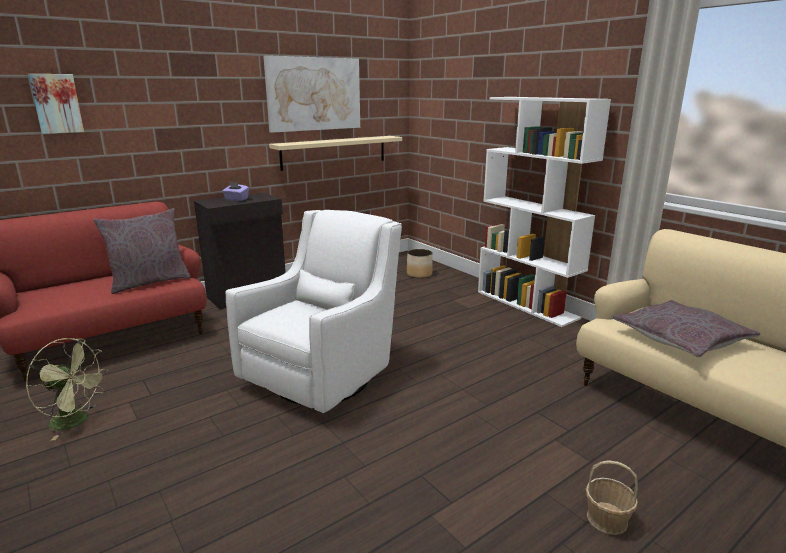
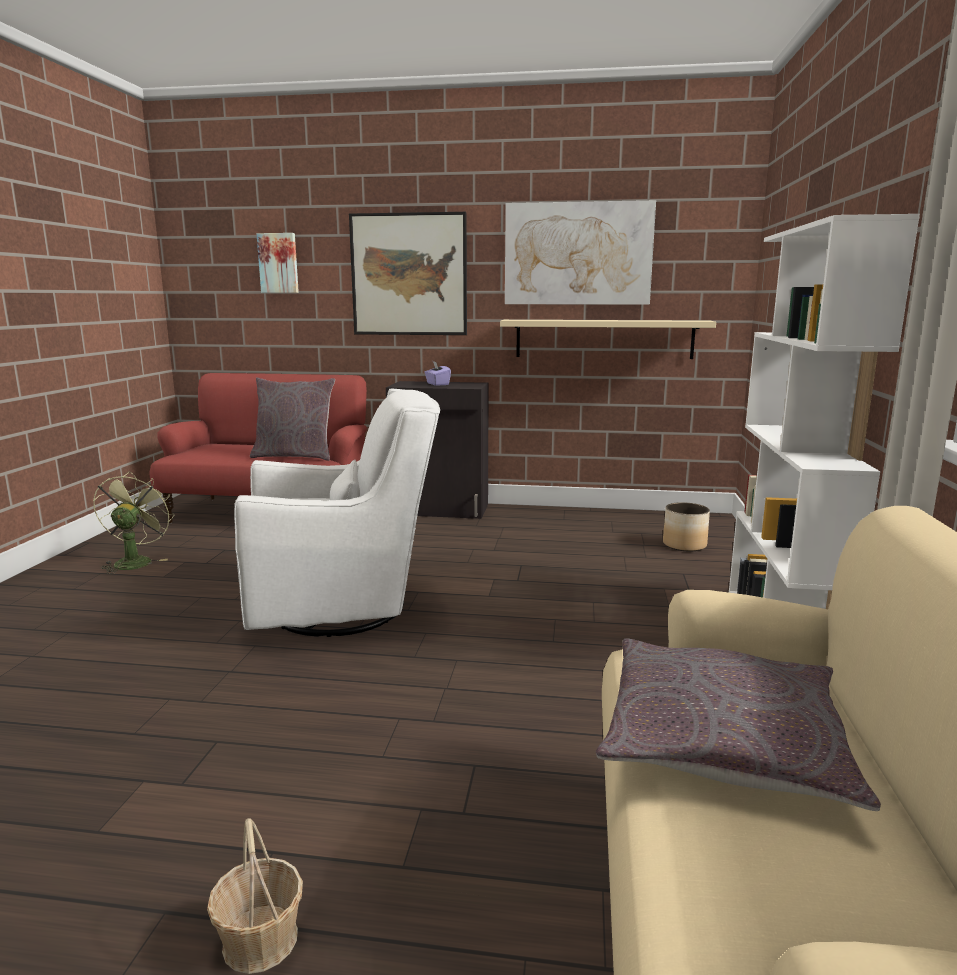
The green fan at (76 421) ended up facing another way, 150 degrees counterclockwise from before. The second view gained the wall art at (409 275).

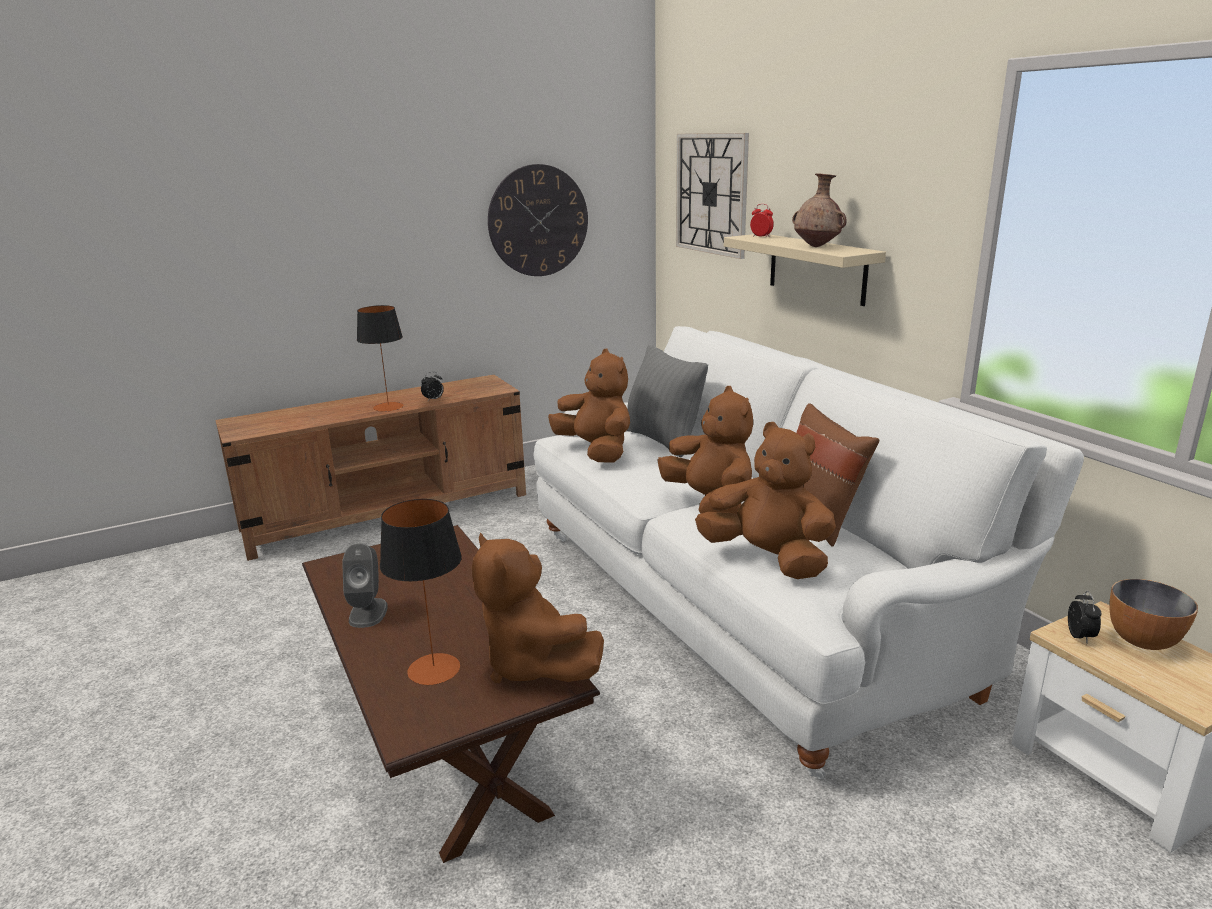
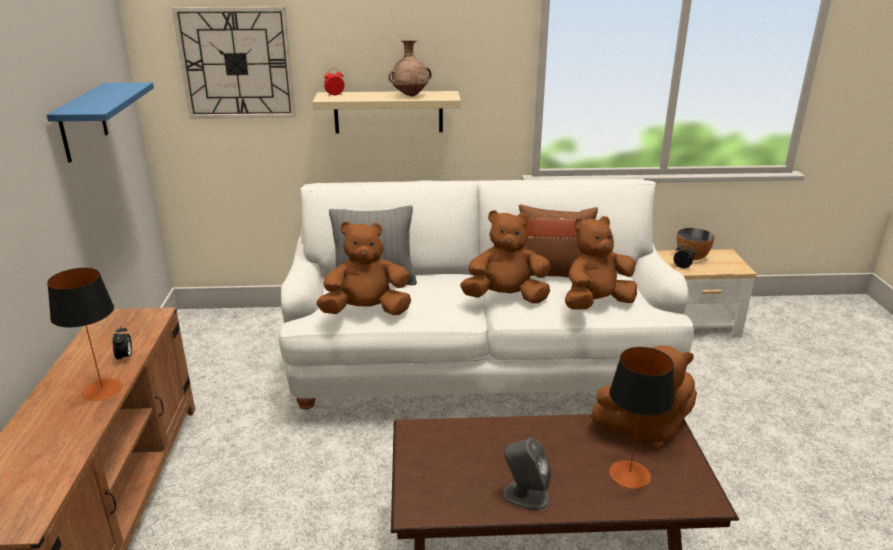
Where the wall clock hung at (538 221), the bluish shelf came to hang at (83 122).

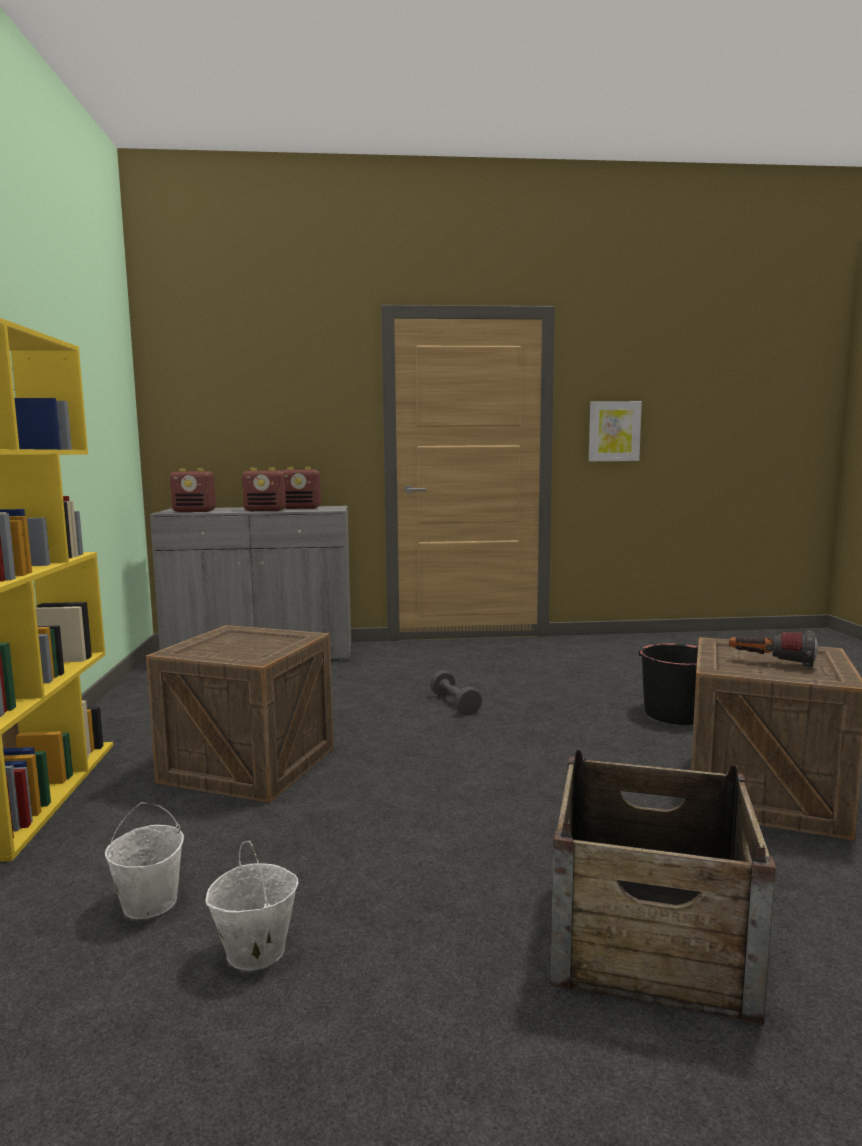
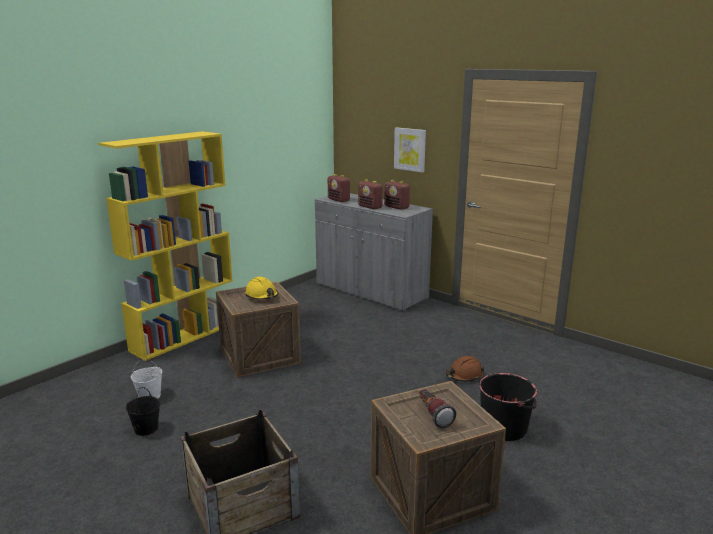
What was the whitish water bucket at (255 951) turned into the black-coloured water bucket at (145 429). The second view gained the yellow safety helmet at (262 296). The wall art ended up elsewhere, having gone from (614 431) to (410 149). The second view gained the brownish safety helmet at (464 375). The second view lost the grey free weight at (455 704).

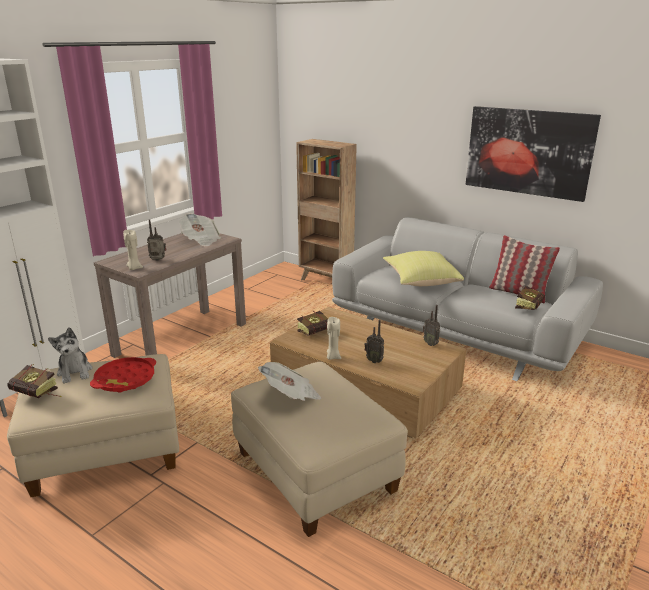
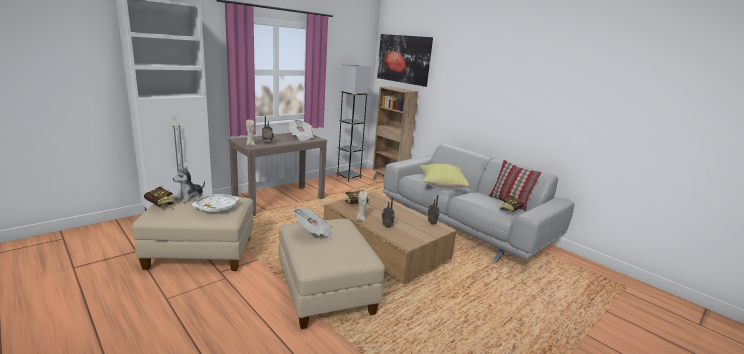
The cuddly toy at (75 372) ended up facing another way, 45 degrees clockwise from before. What was the red-coloured tray at (125 379) turned into the whitish tray at (216 206). The second view gained the grey floor lamp at (349 177). The wall art ended up elsewhere, having gone from (528 152) to (403 59).

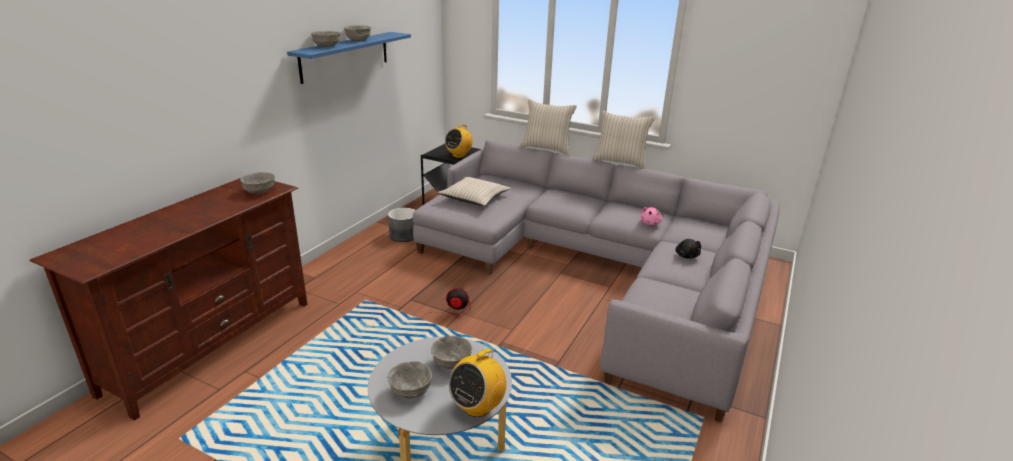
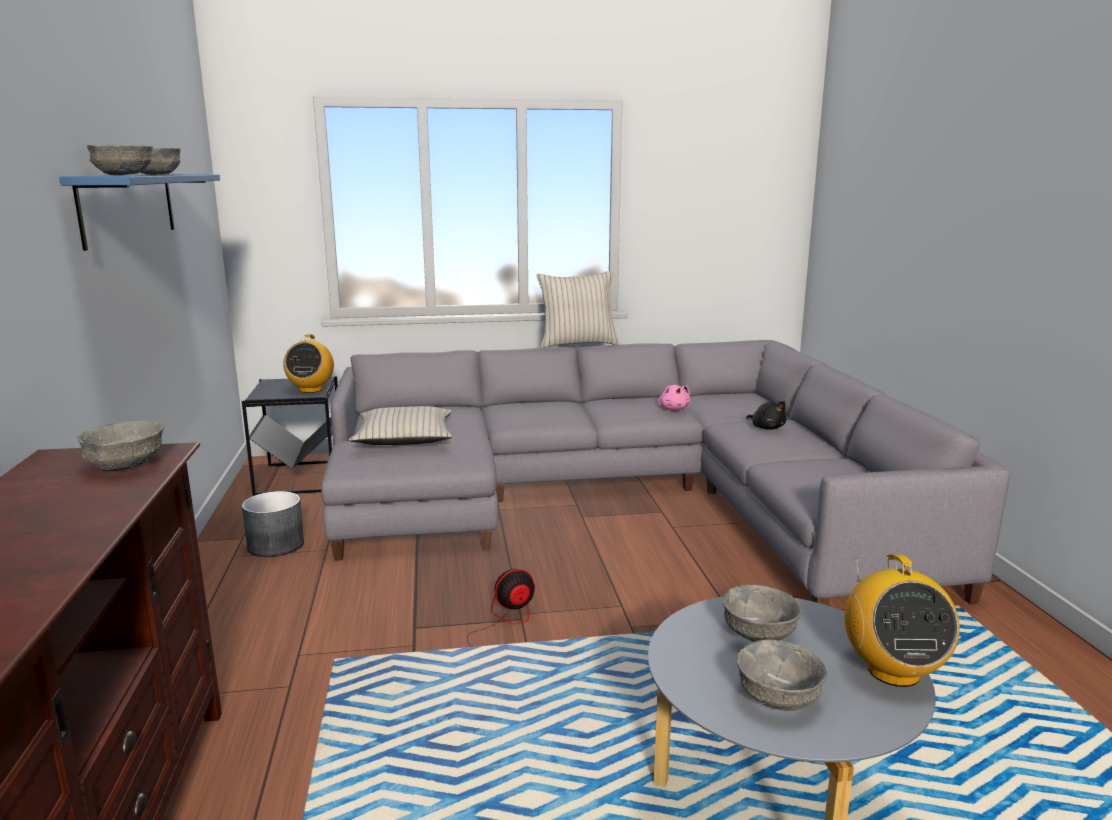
The second view lost the beige-coloured cushion at (546 148).

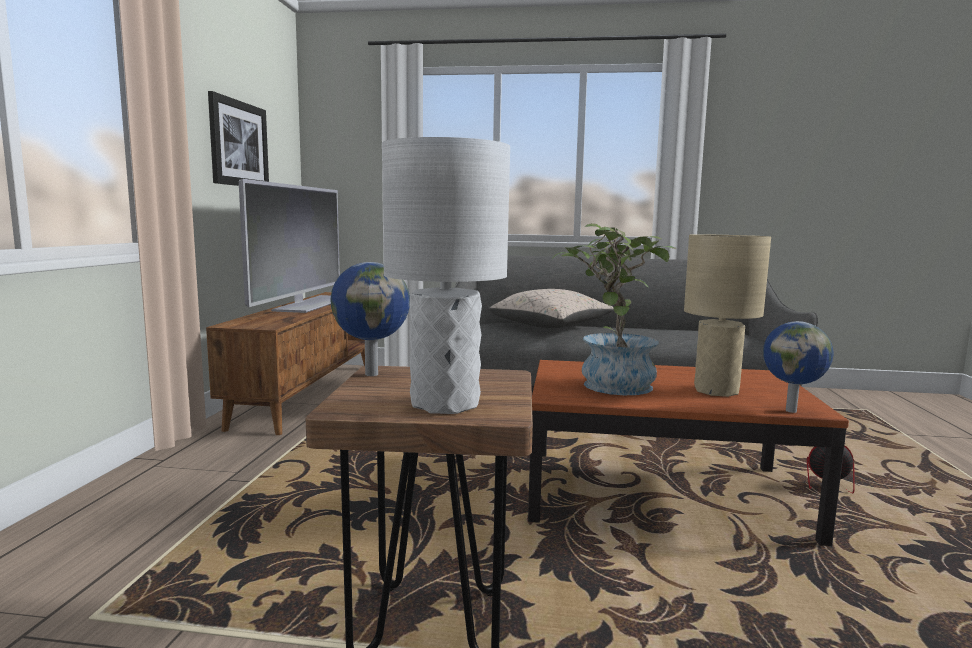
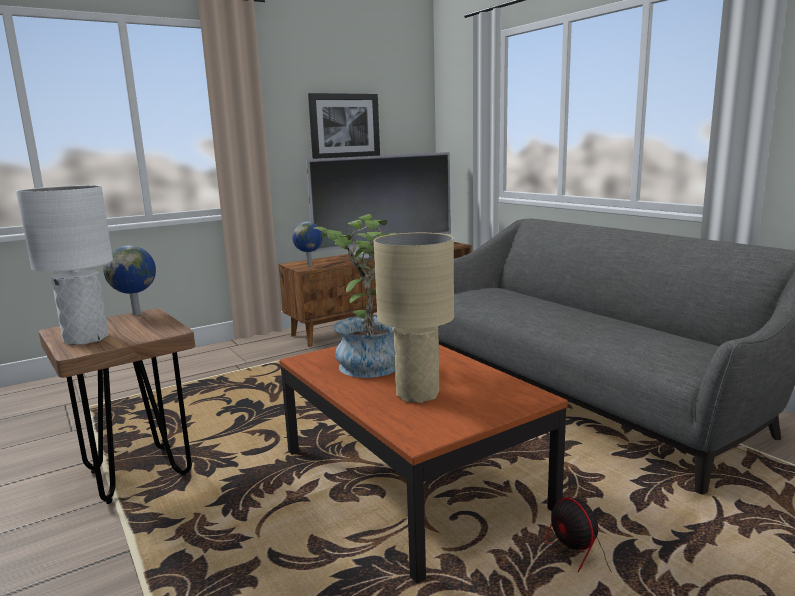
The world globe ended up elsewhere, having gone from (791 410) to (310 265). The second view lost the beige-coloured cushion at (551 327).

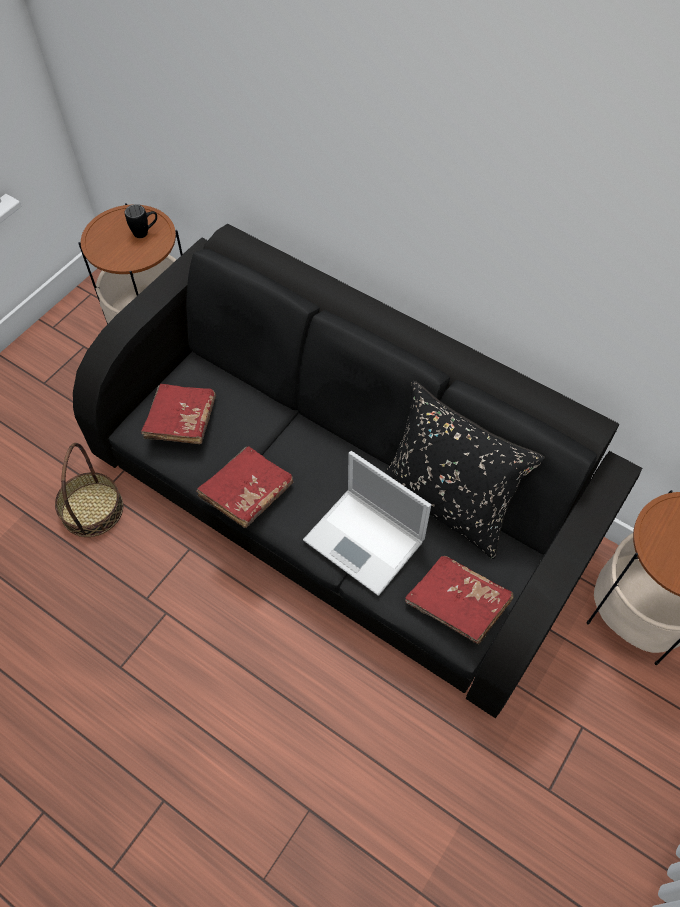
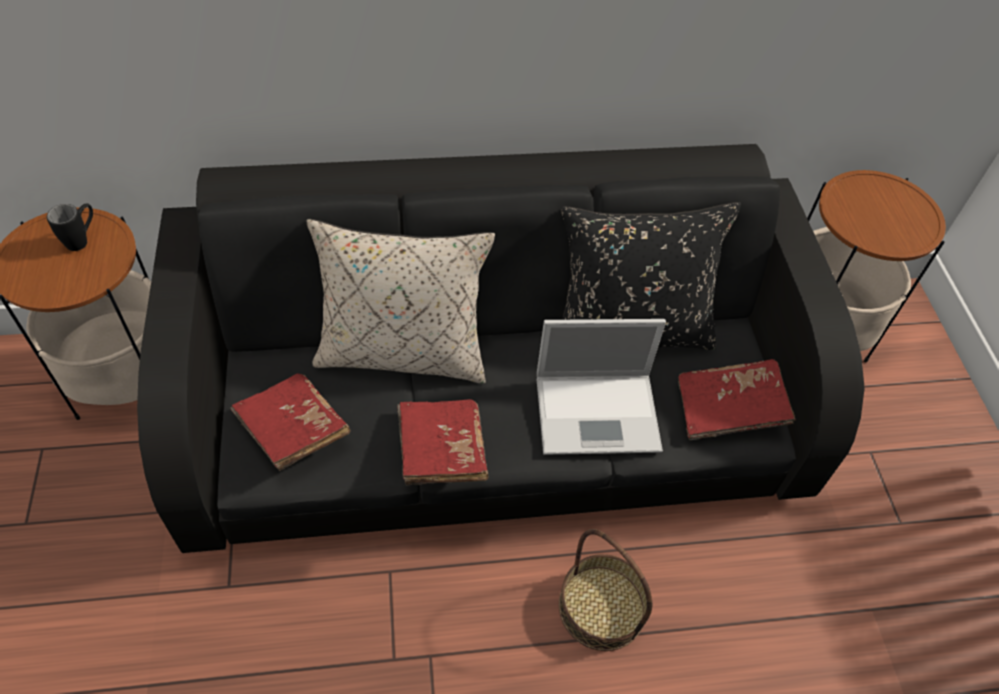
The second view gained the beige-coloured cushion at (403 352). The basket ended up elsewhere, having gone from (92 509) to (602 607).

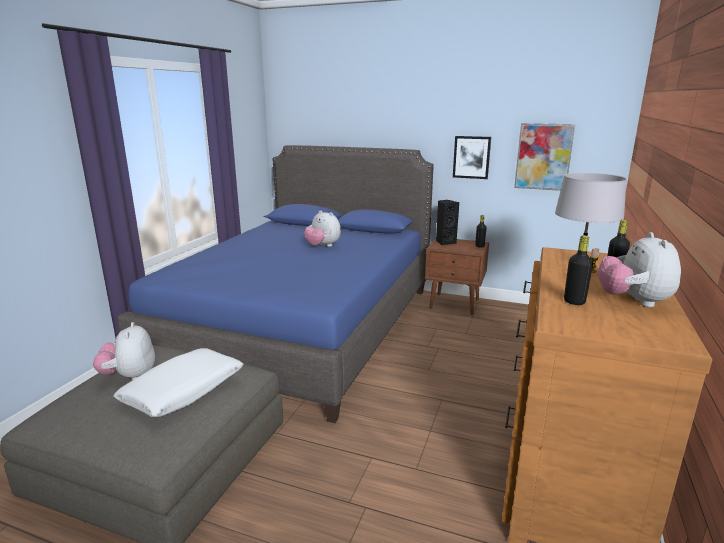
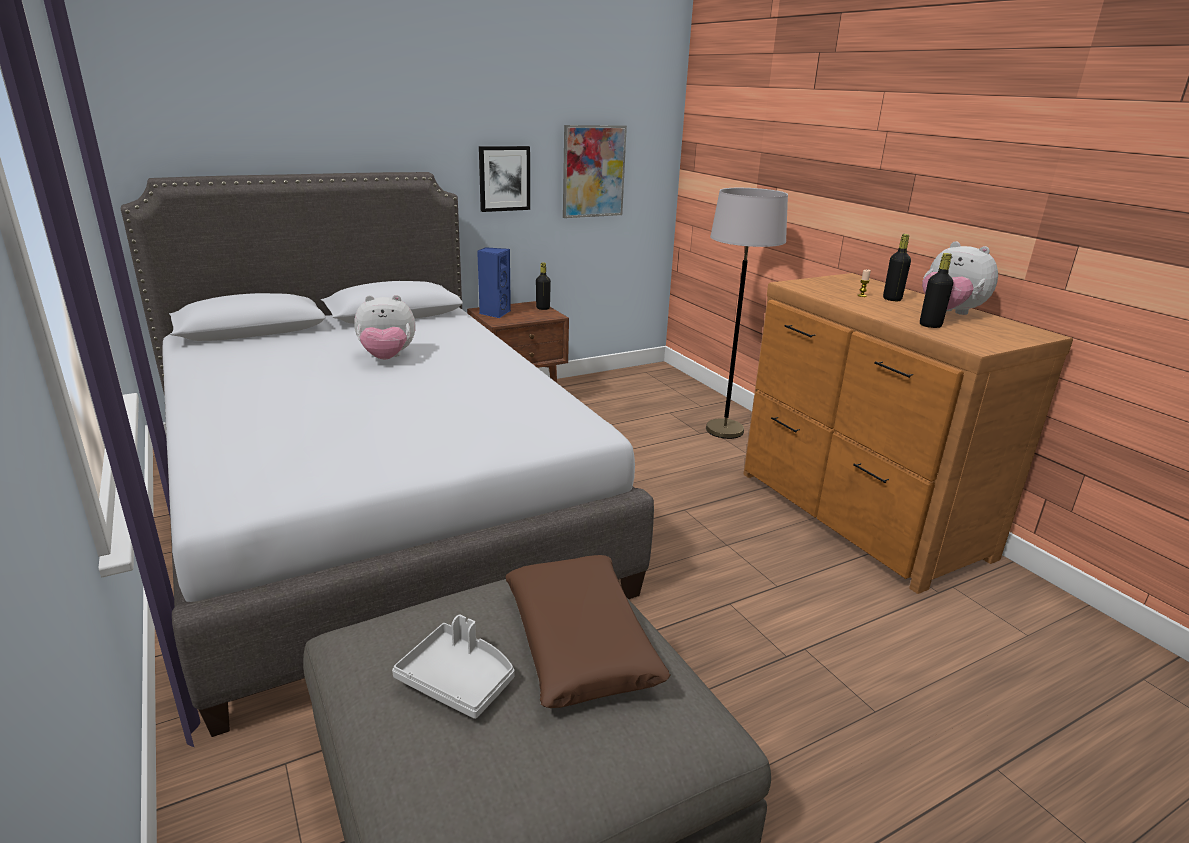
What was the bluish bed at (302 326) turned into the grey bed at (375 508). Where the cuddly toy stood at (130 376), the grey tray came to stand at (458 680). What was the black-coloured audio speaker at (445 242) turned into the bluish audio speaker at (494 313). What was the whitish cushion at (183 391) turned into the brownish cushion at (580 641).

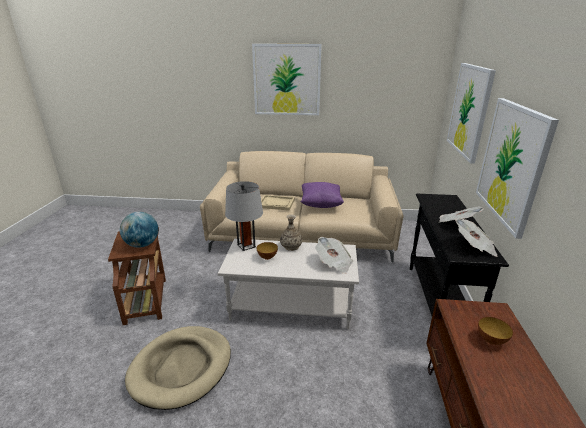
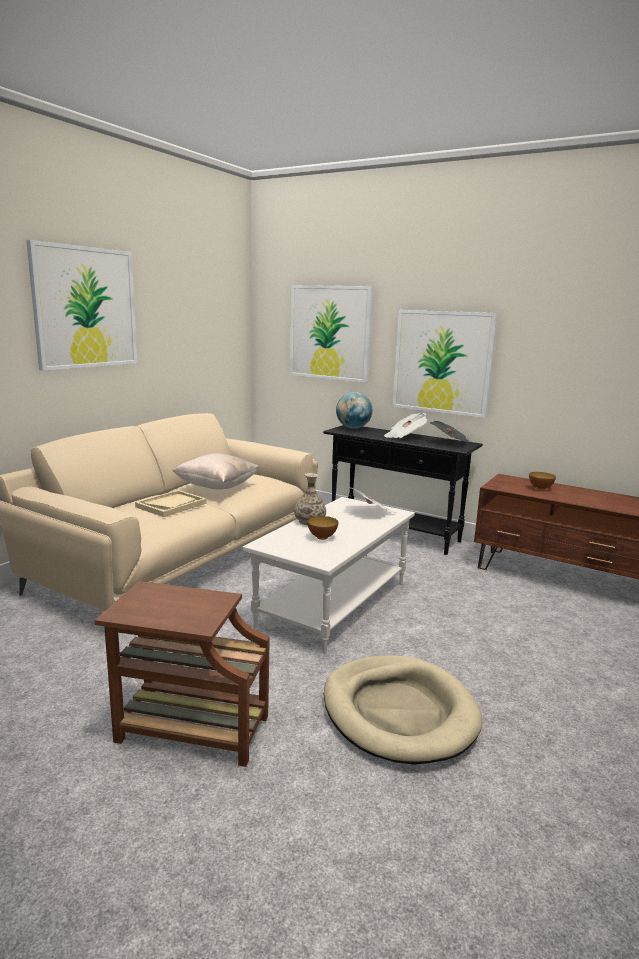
What was the purple-coloured cushion at (321 204) turned into the beige-coloured cushion at (217 487). The world globe ended up elsewhere, having gone from (142 245) to (353 428). The second view lost the grey tabletop lamp at (246 246).

